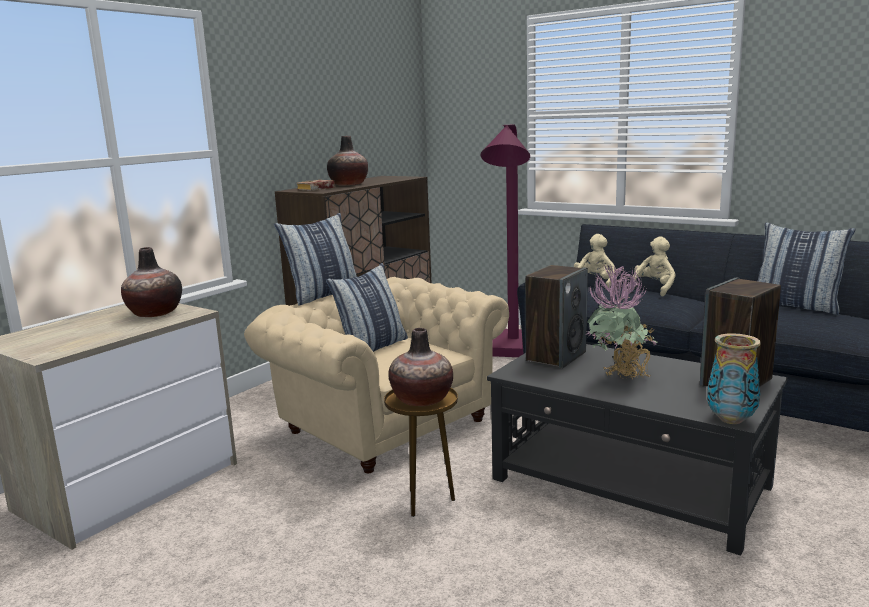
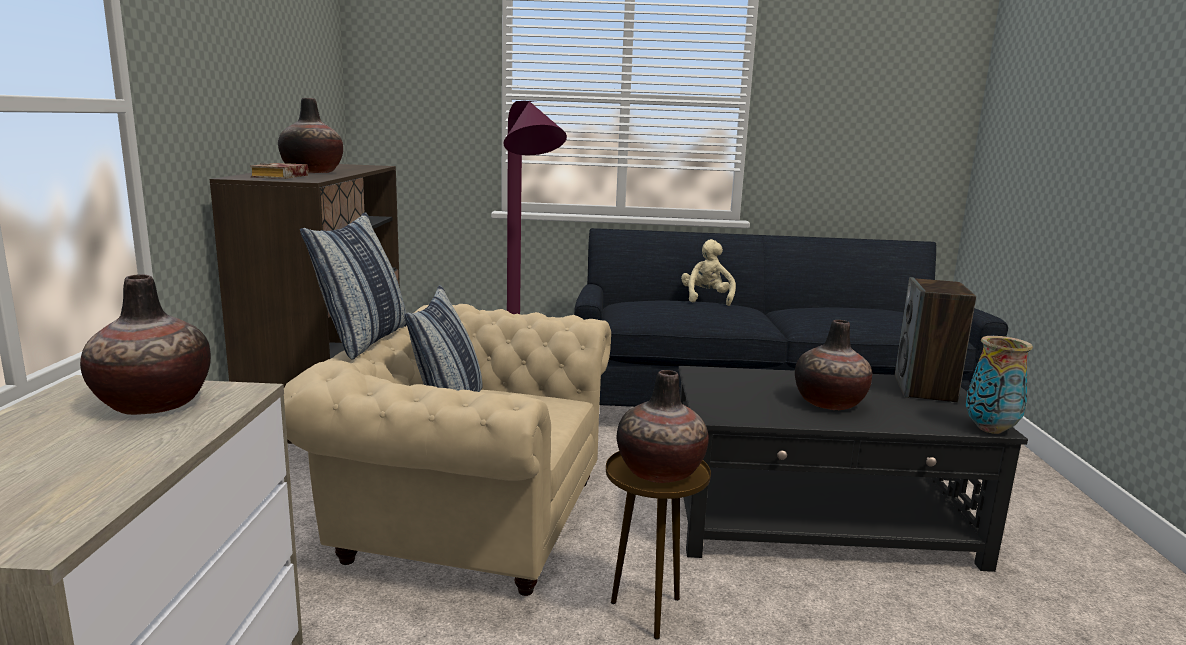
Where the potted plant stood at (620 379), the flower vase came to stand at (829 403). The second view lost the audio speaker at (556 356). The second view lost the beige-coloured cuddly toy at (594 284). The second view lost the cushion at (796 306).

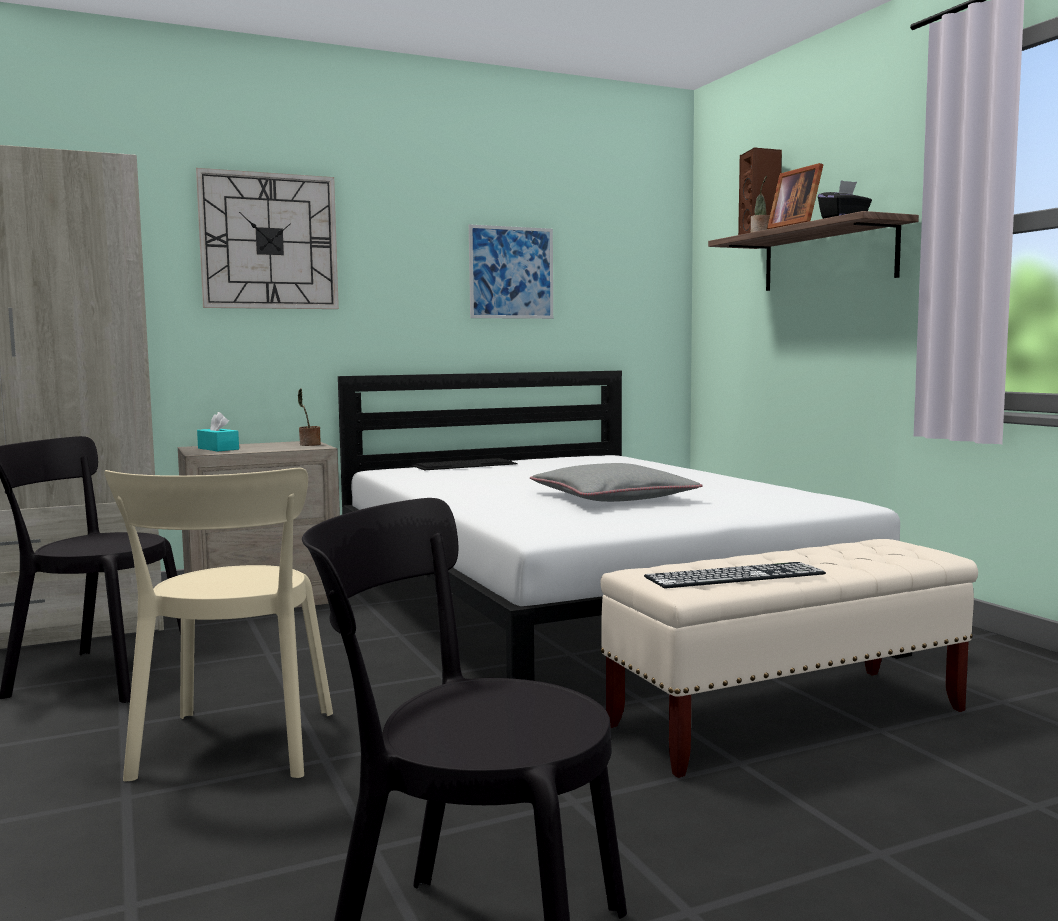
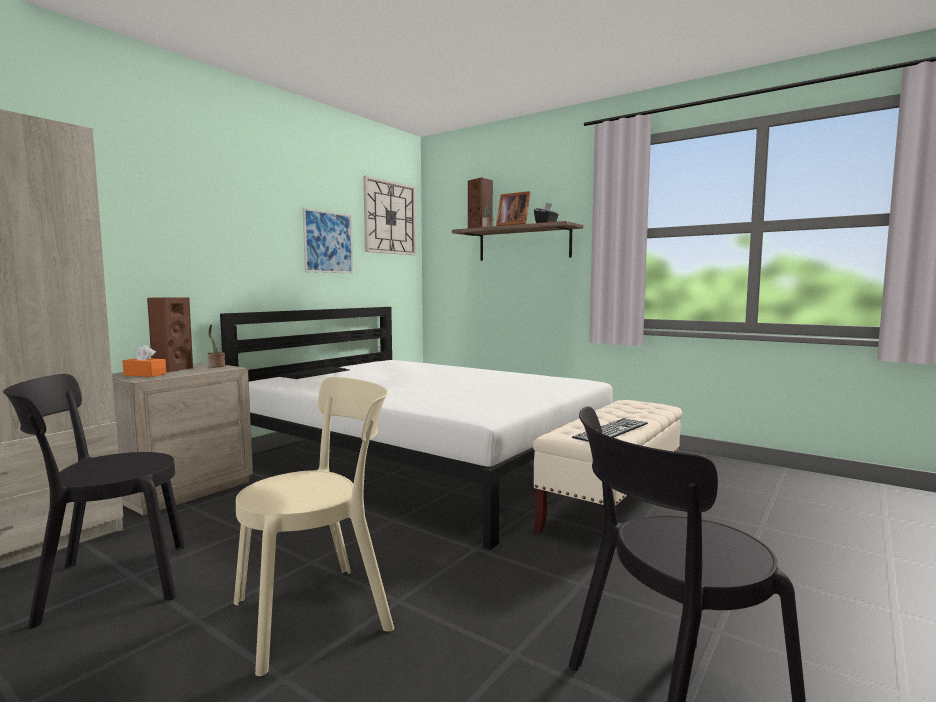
What was the turquoise box of tissues at (218 449) turned into the orange-coloured box of tissues at (145 374). The second view gained the brownish audio speaker at (171 369). The beige-coloured chair at (233 749) ended up facing another way, 90 degrees counterclockwise from before. The wall clock ended up elsewhere, having gone from (269 241) to (390 218). The second view lost the grey cushion at (613 498).

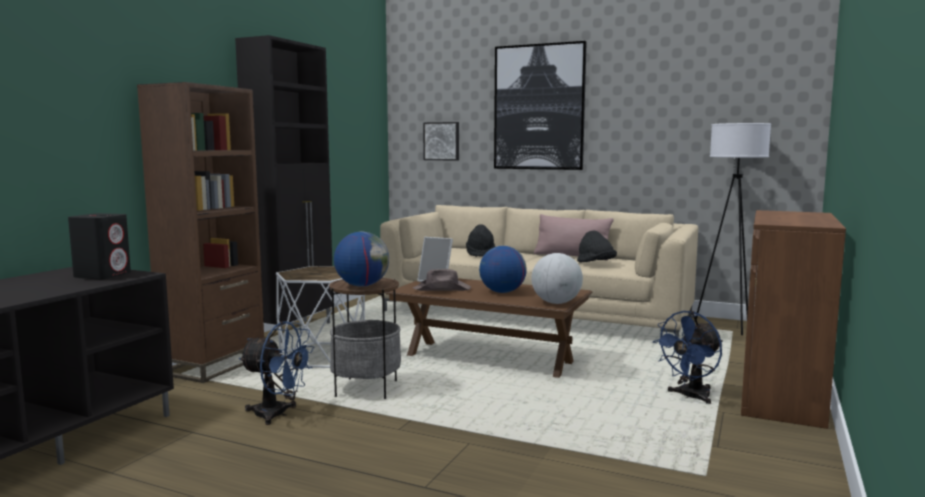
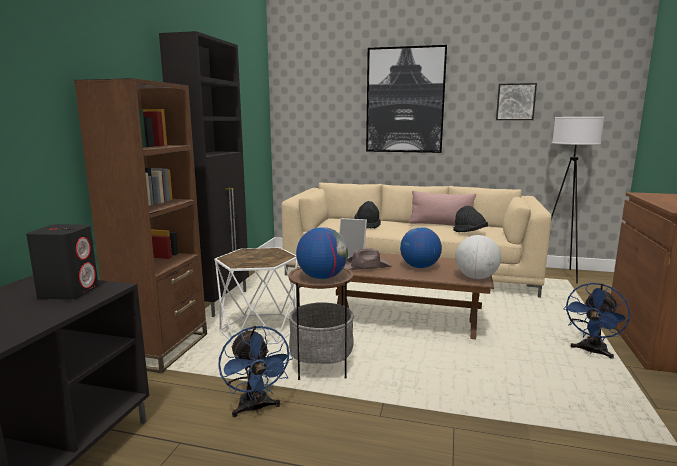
The bluish fan at (278 414) ended up facing another way, 60 degrees clockwise from before. The wall art ended up elsewhere, having gone from (442 141) to (515 102).

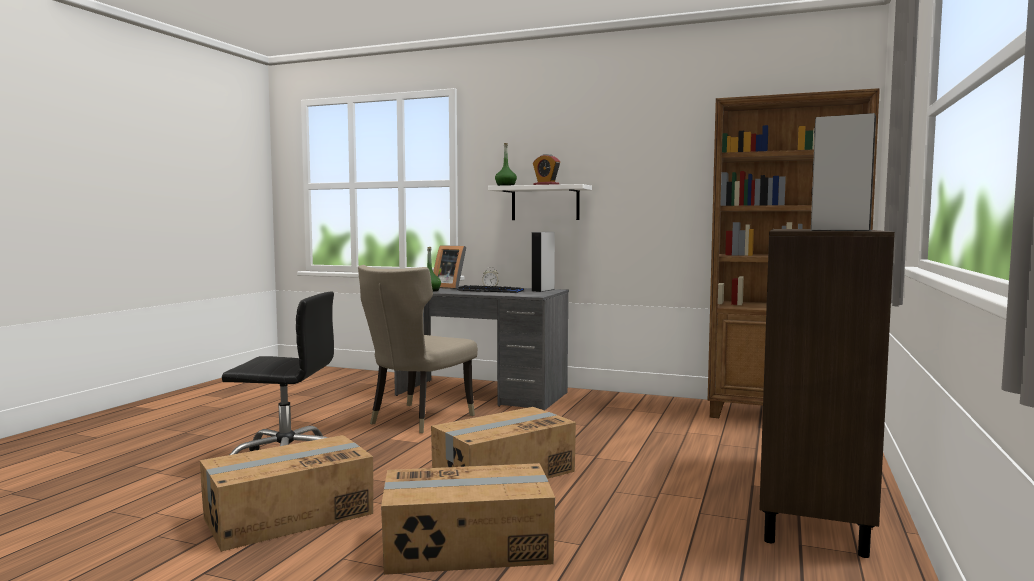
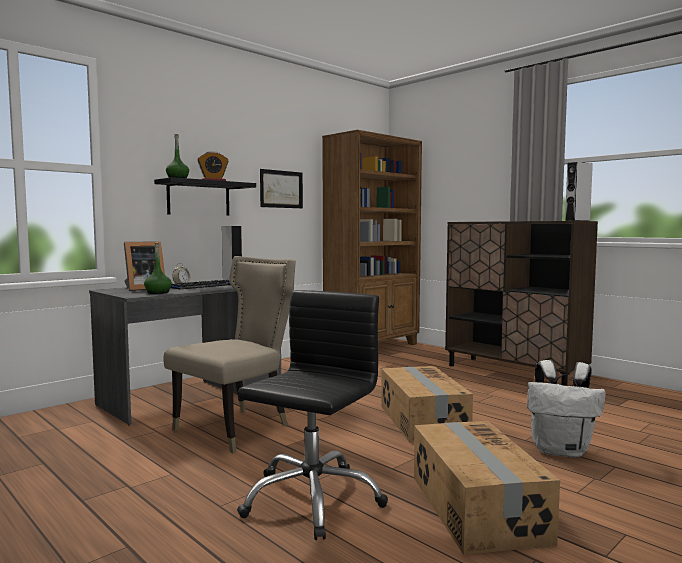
What was the whitish shelf at (545 203) turned into the black-coloured shelf at (199 198). The beige-coloured chair at (416 420) ended up facing another way, 105 degrees counterclockwise from before. The second view gained the wall art at (281 189). Where the packing box stood at (467 547), the whitish backpack came to stand at (561 450).

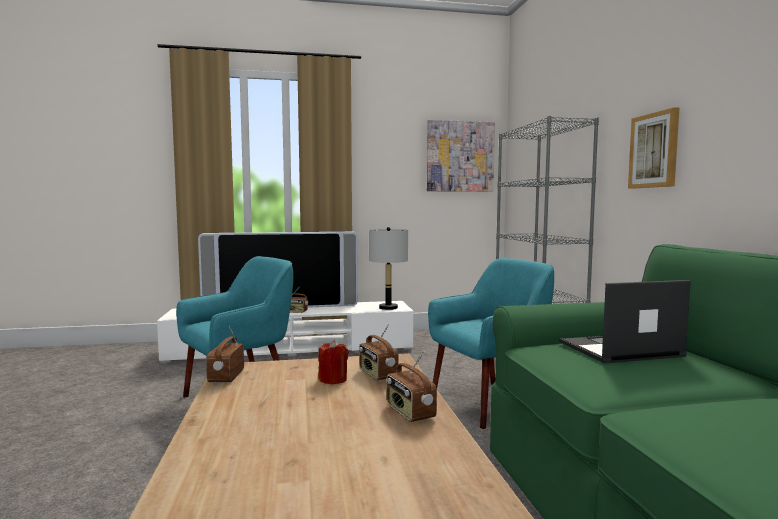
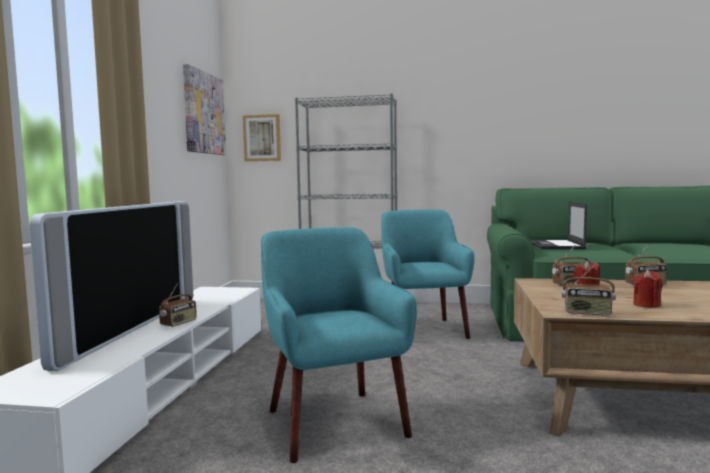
The wall art ended up elsewhere, having gone from (654 150) to (262 138). The second view gained the red-coloured wax light at (646 305). The second view lost the grey tabletop lamp at (388 308).

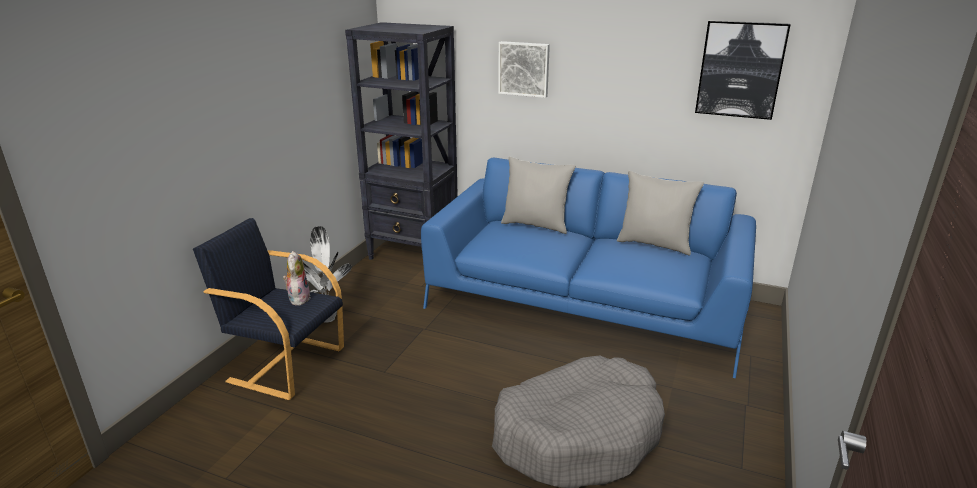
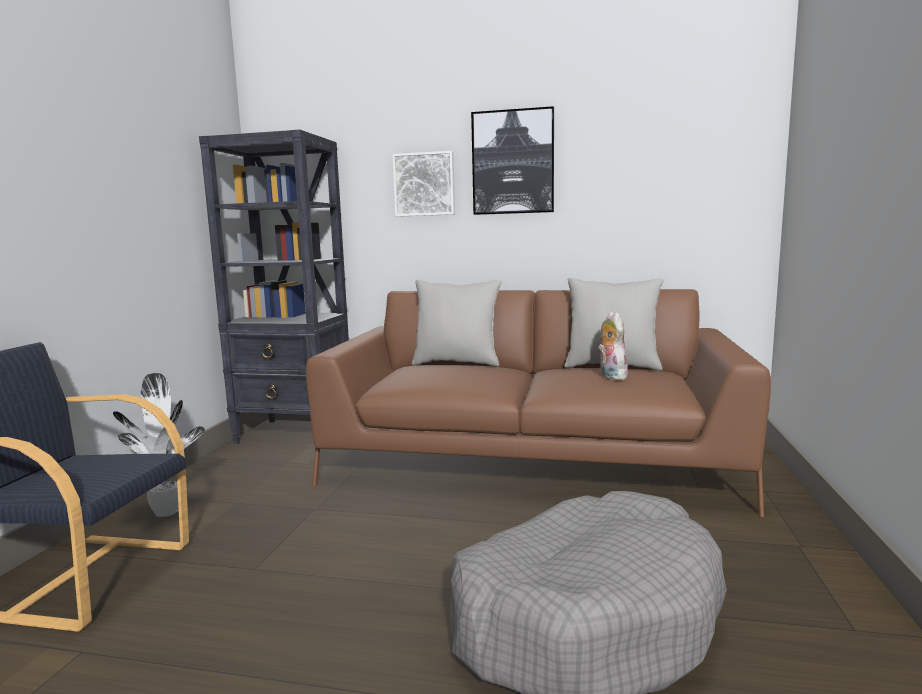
What was the bluish couch at (584 305) turned into the brownish couch at (530 462). The wall art ended up elsewhere, having gone from (740 69) to (513 162). The cuddly toy ended up elsewhere, having gone from (298 298) to (610 376).

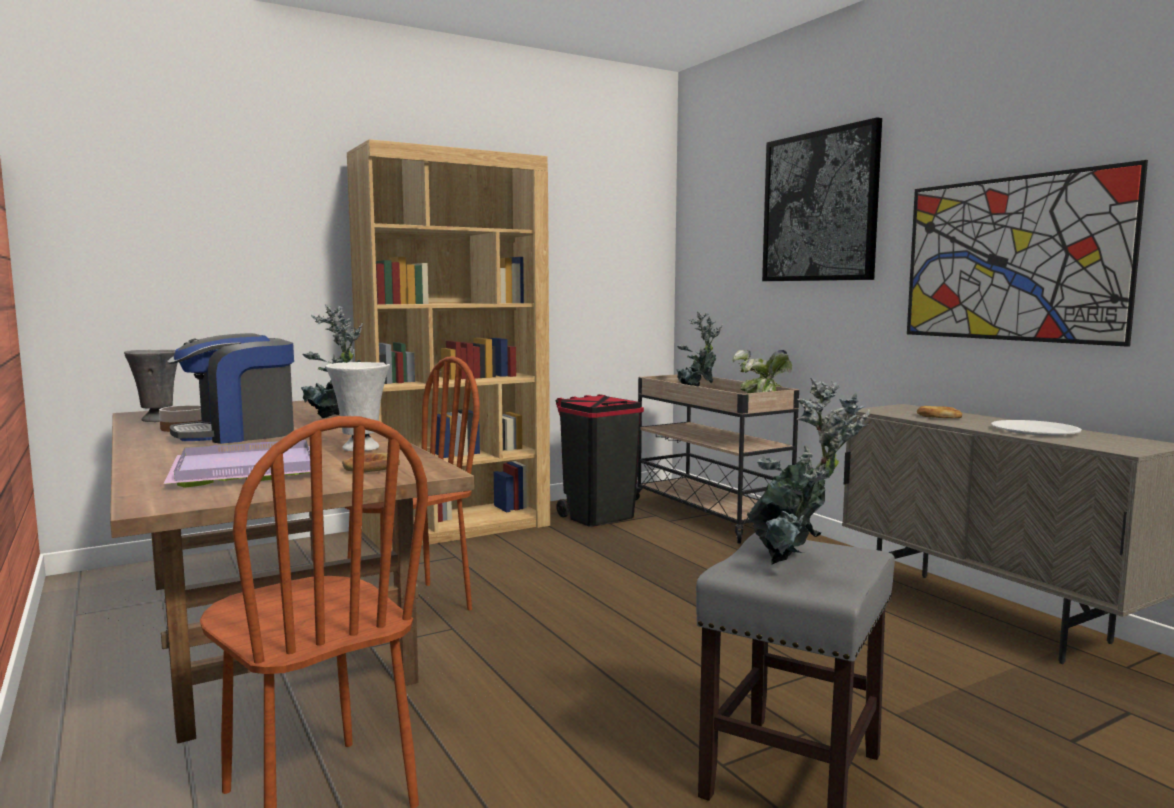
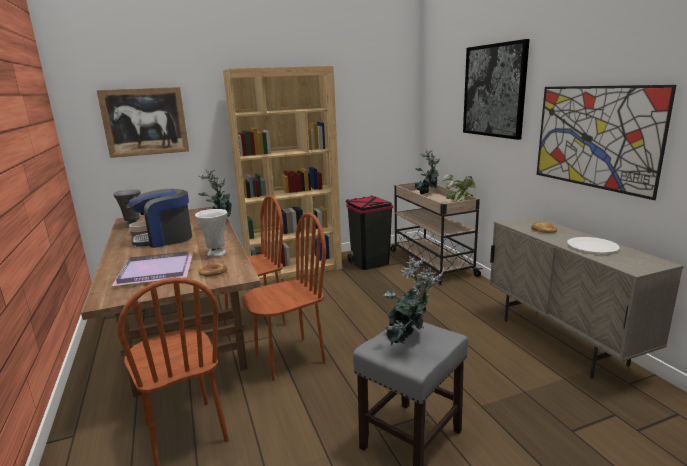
The second view gained the wall art at (145 122). The second view gained the brownish chair at (289 358).

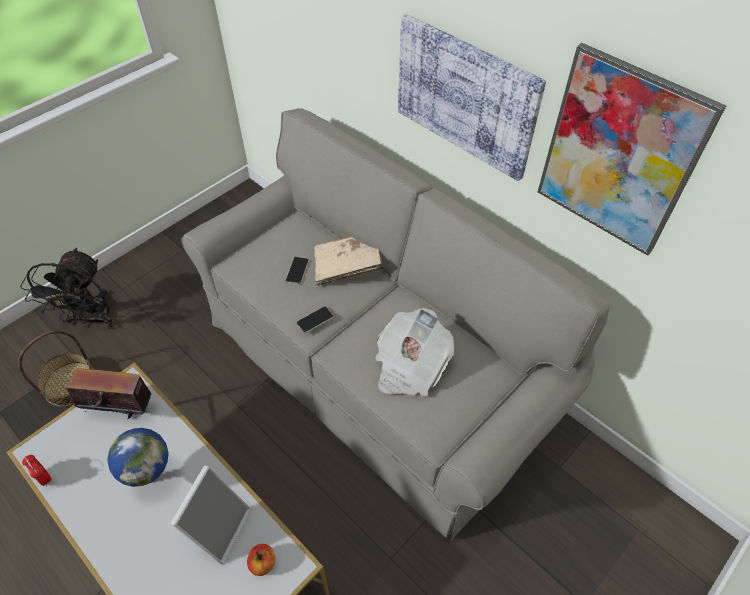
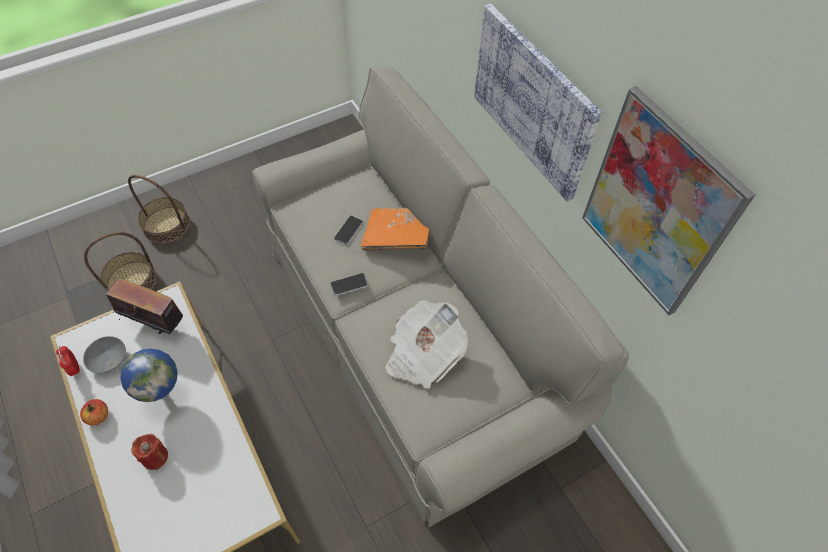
The whole apple ended up elsewhere, having gone from (263 563) to (98 416). The second view gained the grey deep dish at (108 360). Where the black-coloured fan stood at (91 320), the basket came to stand at (166 224). The second view gained the red-coloured wax light at (155 457). What was the beige-coloured bound book at (348 265) turned into the orange-coloured bound book at (399 236). The second view lost the picture frame at (218 527).

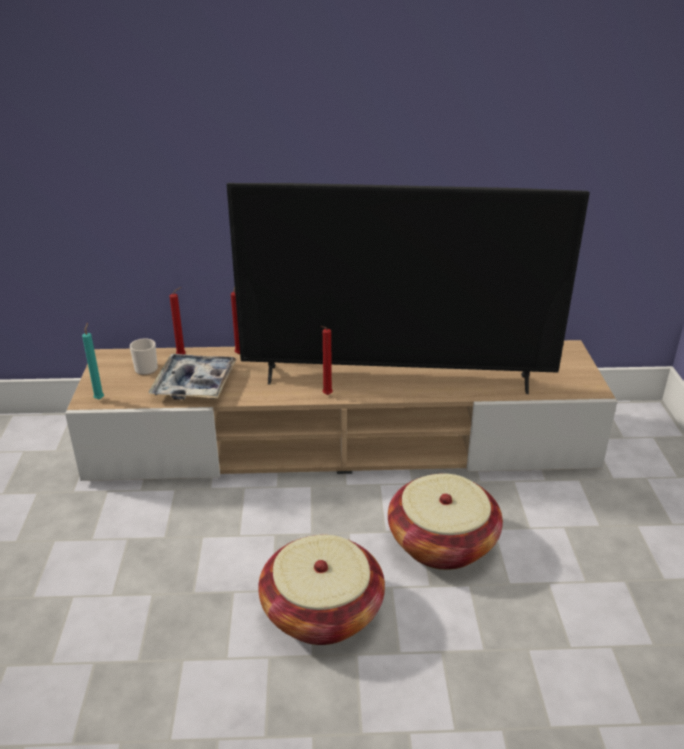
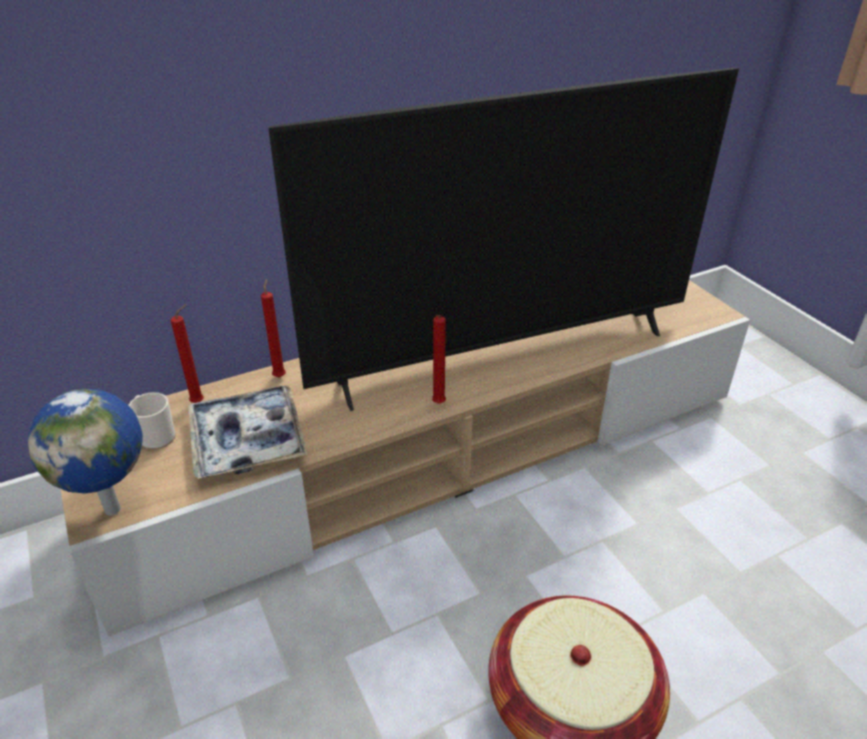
Where the turquoise wax light stood at (100 398), the world globe came to stand at (114 508). The second view lost the basket at (442 543).

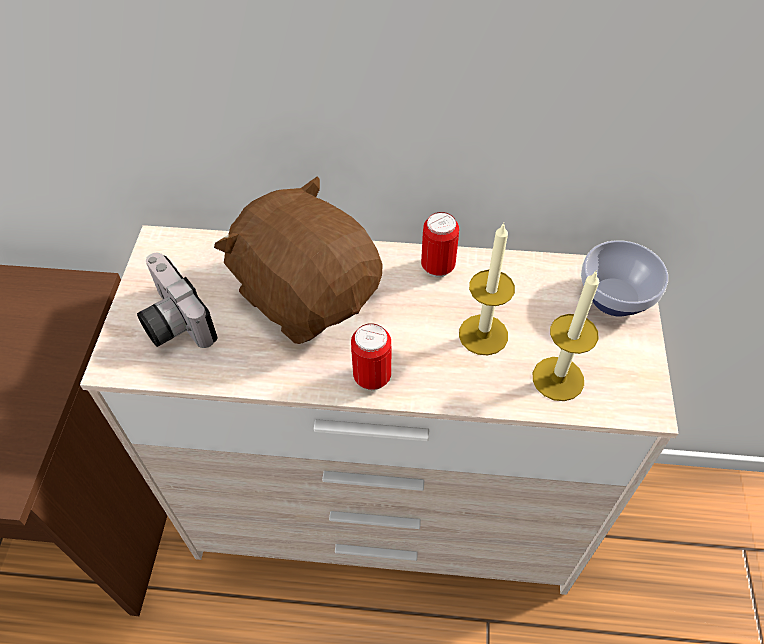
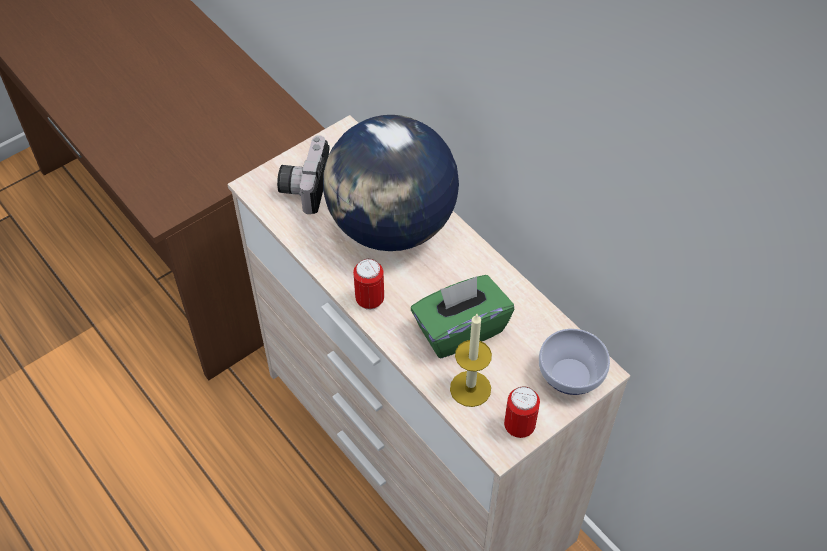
Where the brownish cuddly toy stood at (307 294), the world globe came to stand at (390 226). Where the wax light stood at (483 334), the green box of tissues came to stand at (460 329). The sealed can ended up elsewhere, having gone from (437 267) to (519 427).

